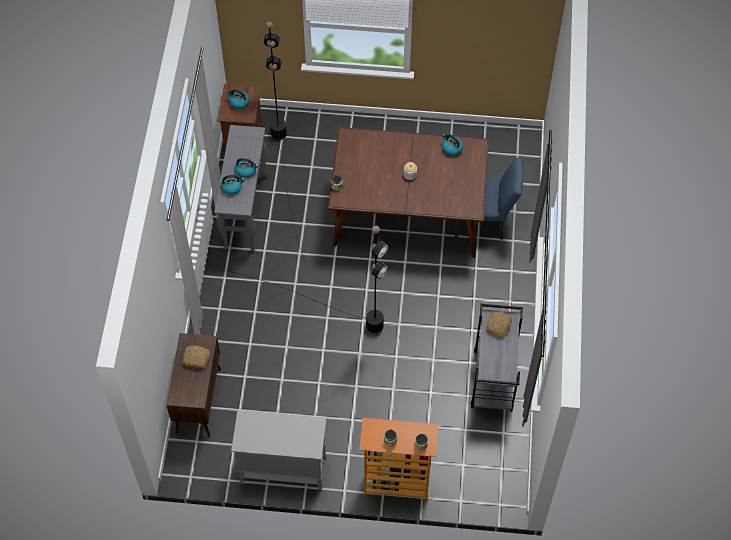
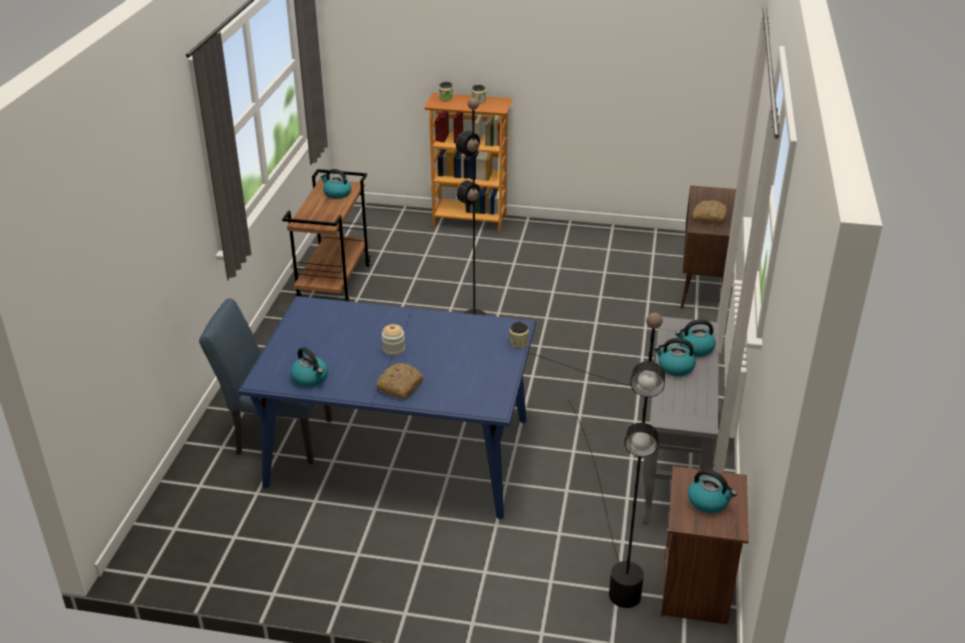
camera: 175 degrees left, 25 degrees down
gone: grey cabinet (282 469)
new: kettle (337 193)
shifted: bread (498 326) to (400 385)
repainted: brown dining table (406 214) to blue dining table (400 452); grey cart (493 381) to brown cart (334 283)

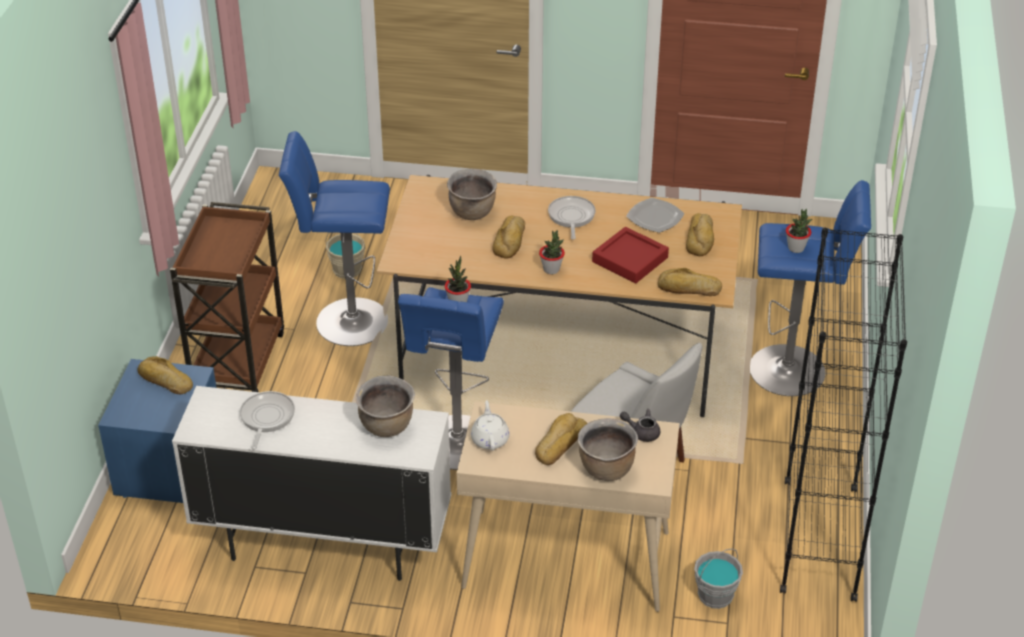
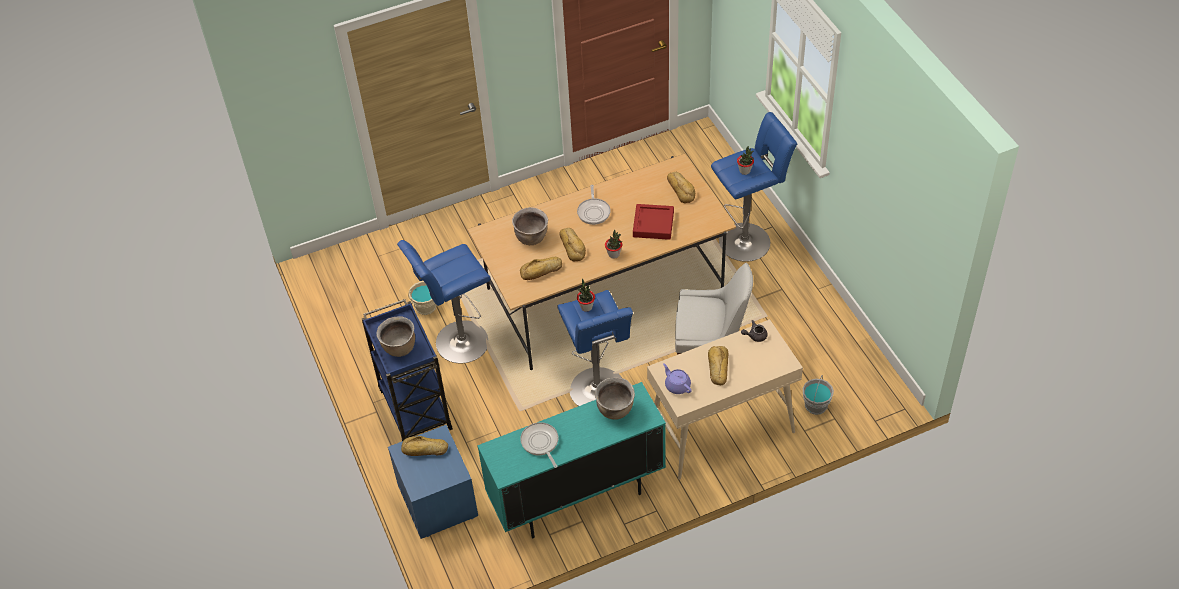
camera: 30 degrees left, 10 degrees up
gone: plate (654 217); black bookcase (819 538)
shifted: brown cooking pot (606 469) to (399 348); bread (689 289) to (541 271)
repainted: brown cart (238 361) to blue cart (414 407); white cabinet (323 544) to turquoise cabinet (577 498); white teapot (490 439) to purple teapot (677 385)
rotated: frying pan (571 217) = (594 211) 150 degrees counterclockwise

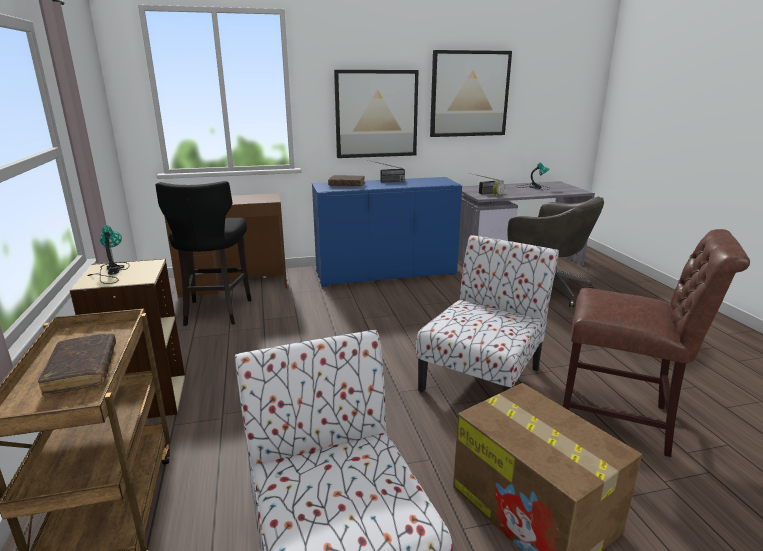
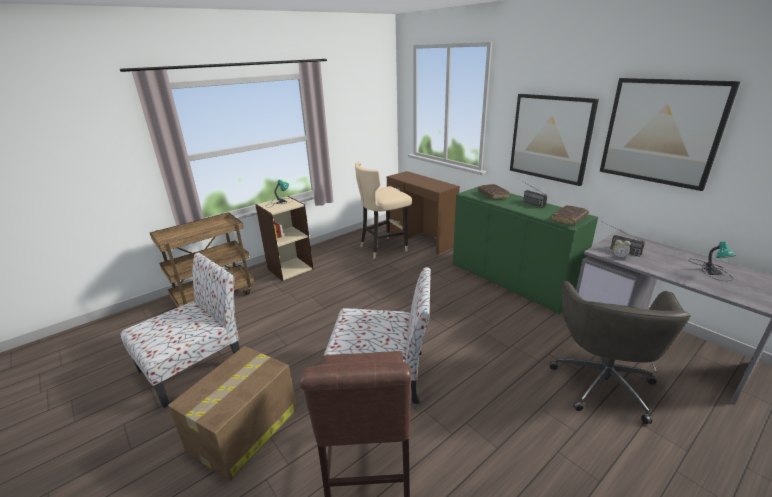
camera: 65 degrees right, 5 degrees up
shifted: brown book (82 370) to (569 219)
repainted: black stool (216 311) to beige stool (383 248); blue cabinet (385 273) to green cabinet (511 280)

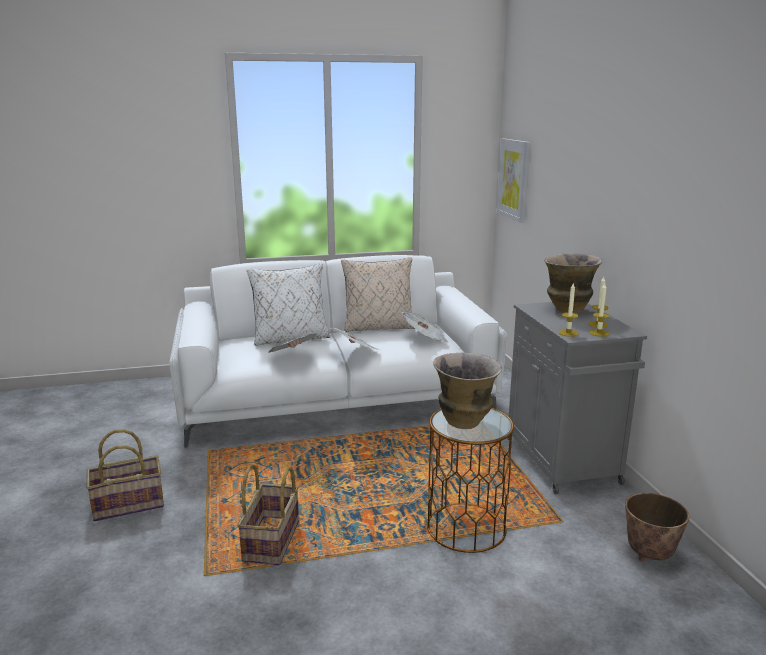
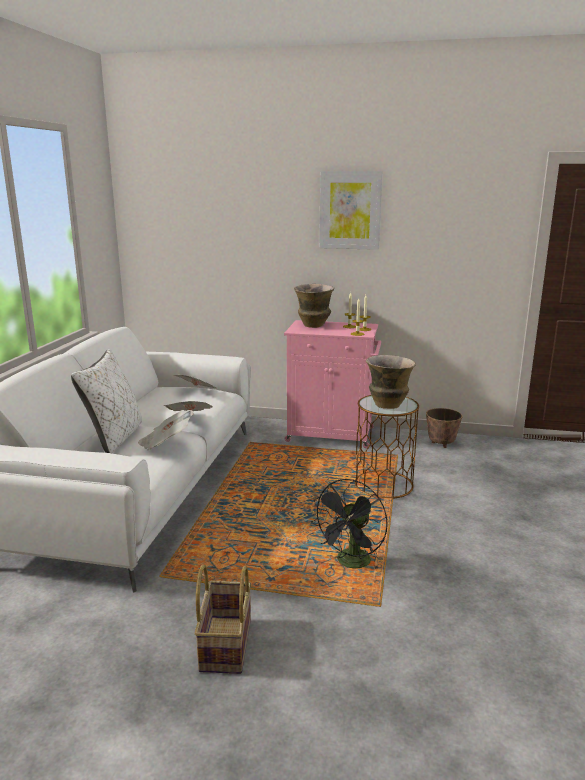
camera: 65 degrees left, 0 degrees up
gone: beige pillow (379 327)
shifted: picture (514 179) to (350 210)
swapped: basket (272 541) to black fan (351 564)
repainted: grey cabinet (562 462) to pink cabinet (332 435)

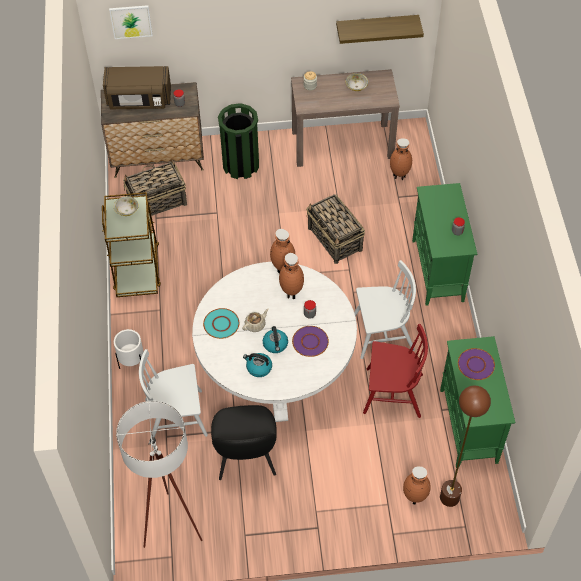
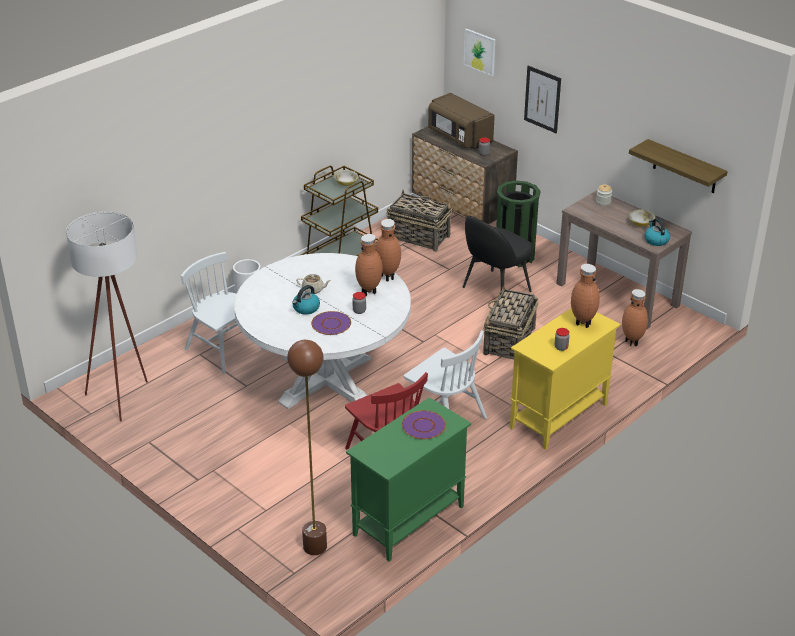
camera: 50 degrees right, 20 degrees down
gone: turquoise plate (221 324)
new: picture (542 99)
shifted: black chair (246 458) to (495 290); kettle (258 368) to (656 240); brown vase (414 499) to (582 323)
repainted: green cabinet (438 271) to yellow cabinet (558 417)

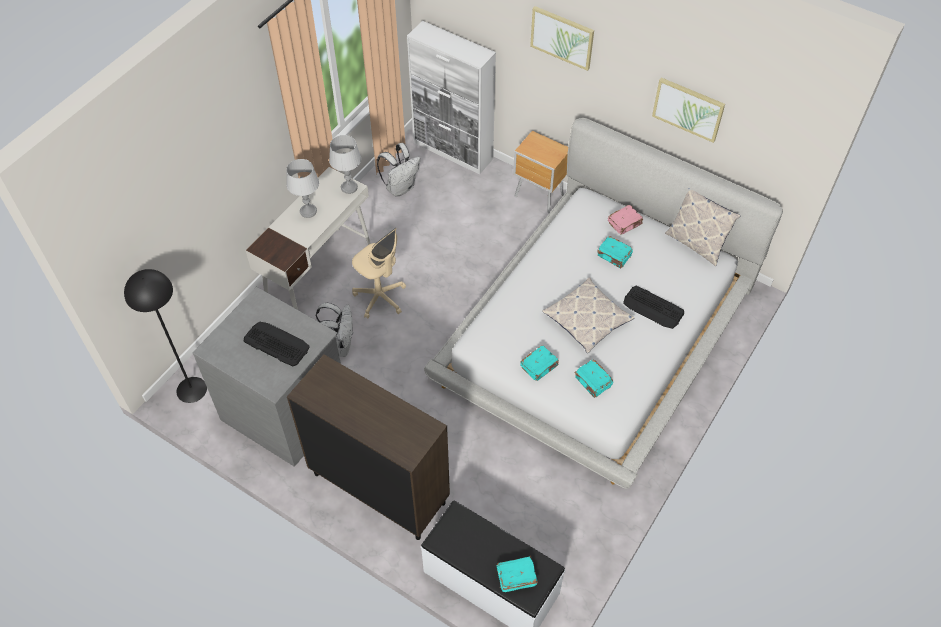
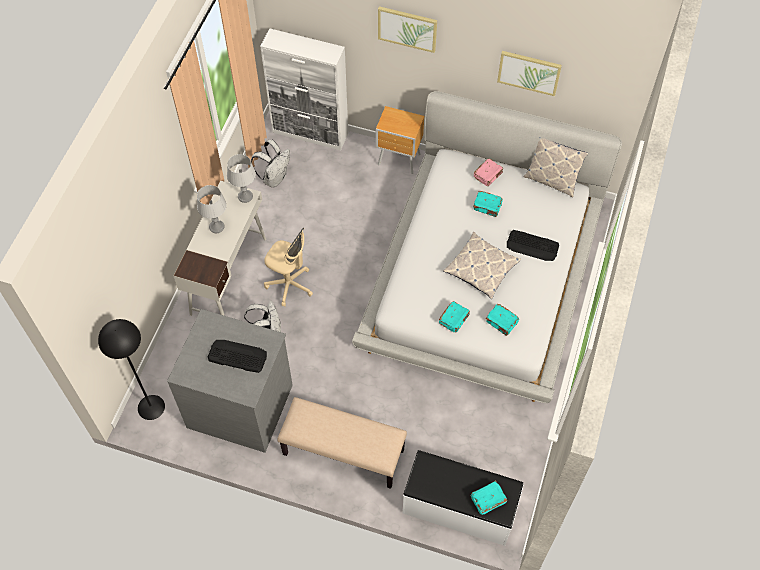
camera: 15 degrees left, 5 degrees up
swapped: brown cabinet (378 488) to beige bench (342 453)

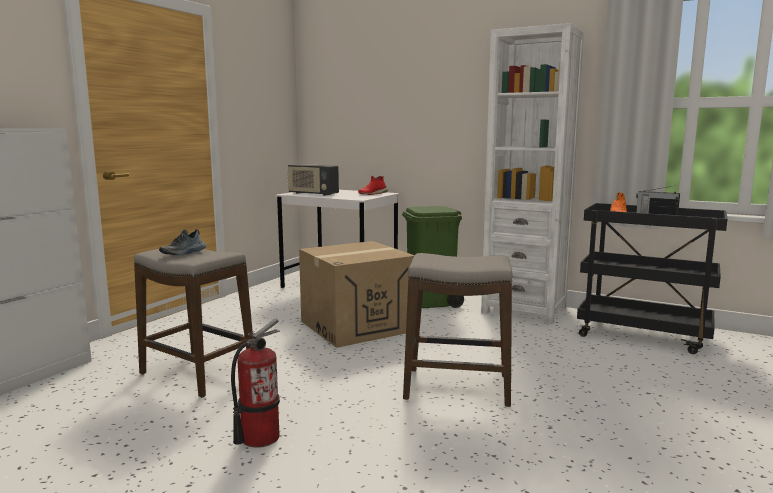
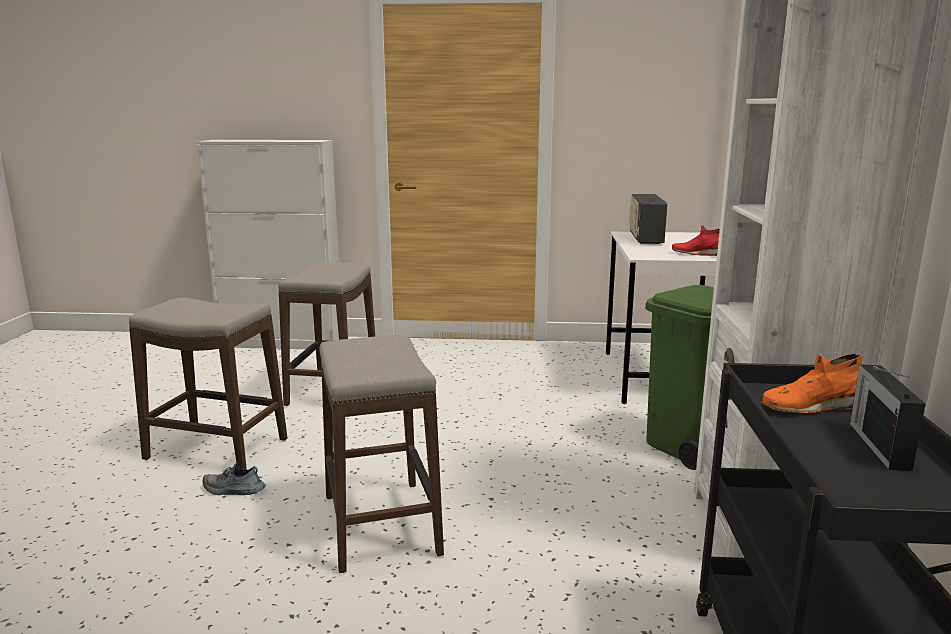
camera: 65 degrees right, 5 degrees up
gone: cardboard box (356 326)
shifted: shoe (184 253) to (233 490)
swapped: fire extinguisher (259 438) to stool (217 449)

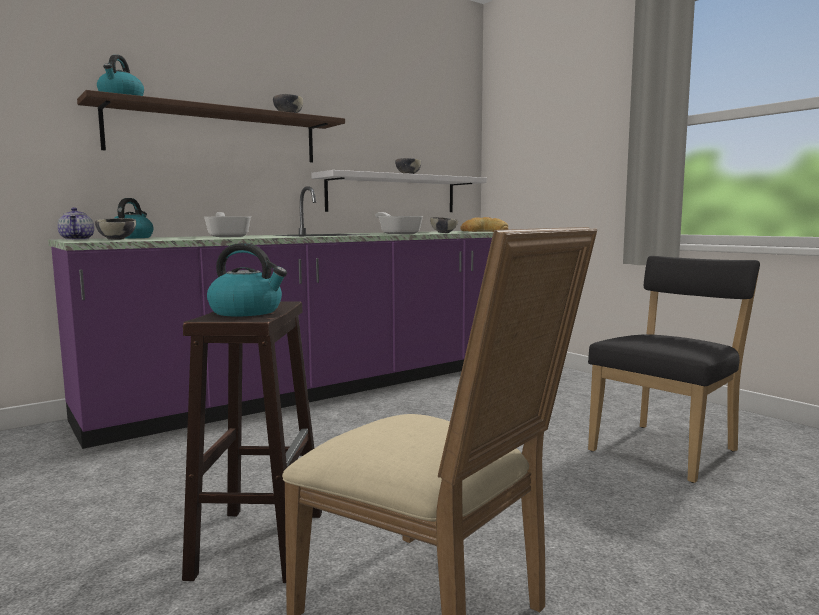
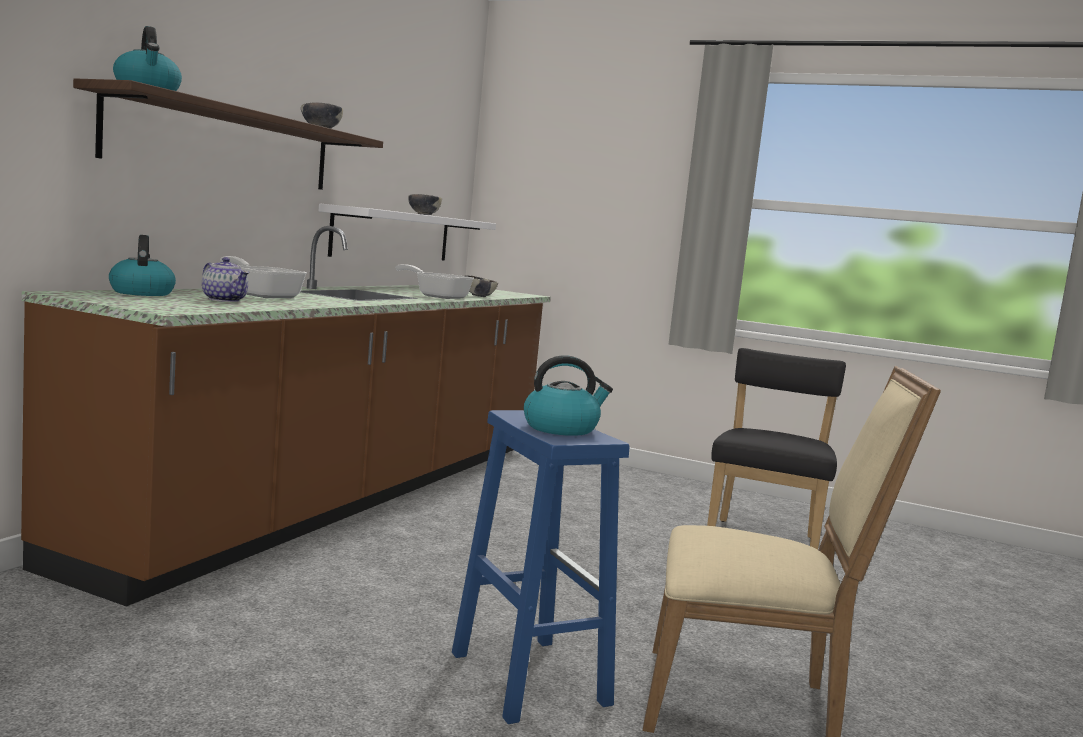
camera: 30 degrees left, 0 degrees up
gone: bowl (117 239); bread (484 231)
shifted: teapot (77 239) to (225 300)
repainted: purple counter (331 387) to brown counter (348 495); brown stool (259 542) to blue stool (527 677)

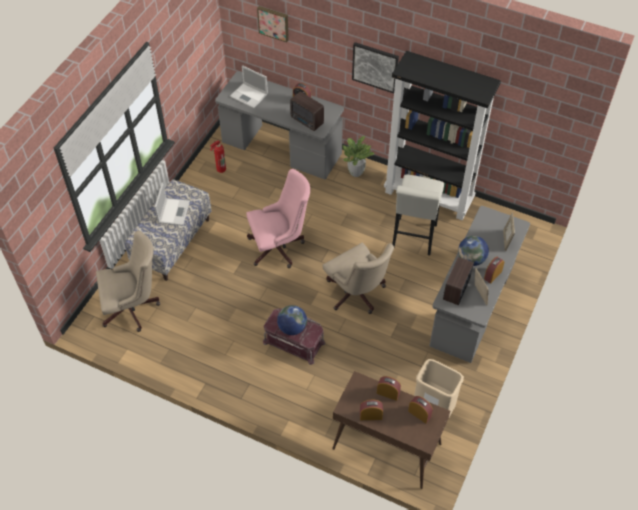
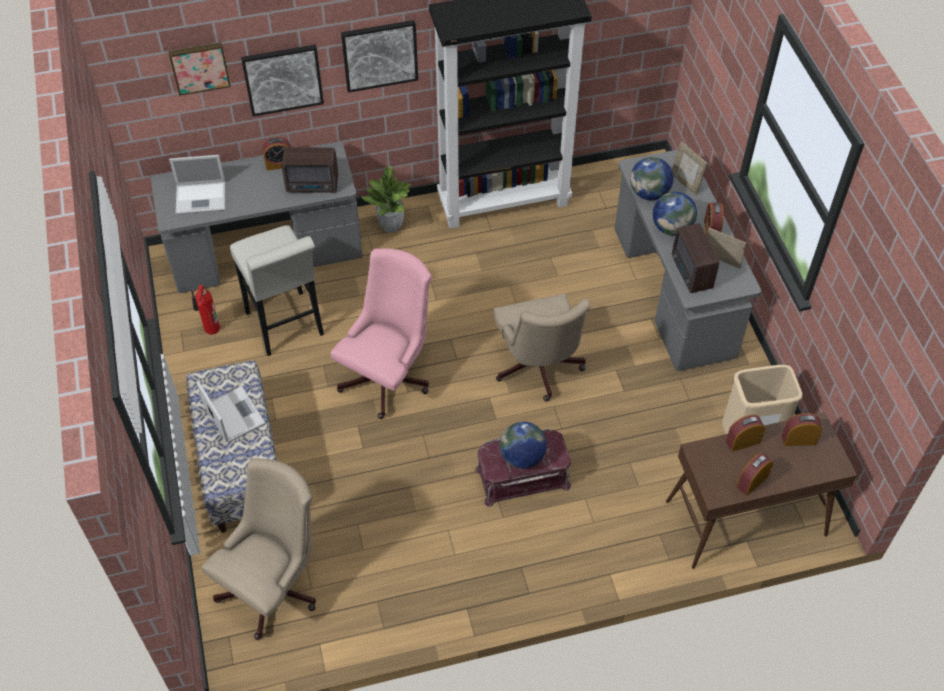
camera: 40 degrees left, 0 degrees up
new: picture (283 79); globe (649 193)
shifted: white stool (413 239) to (287 328)
rotated: beige office chair (357 295) = (538 369) 60 degrees clockwise

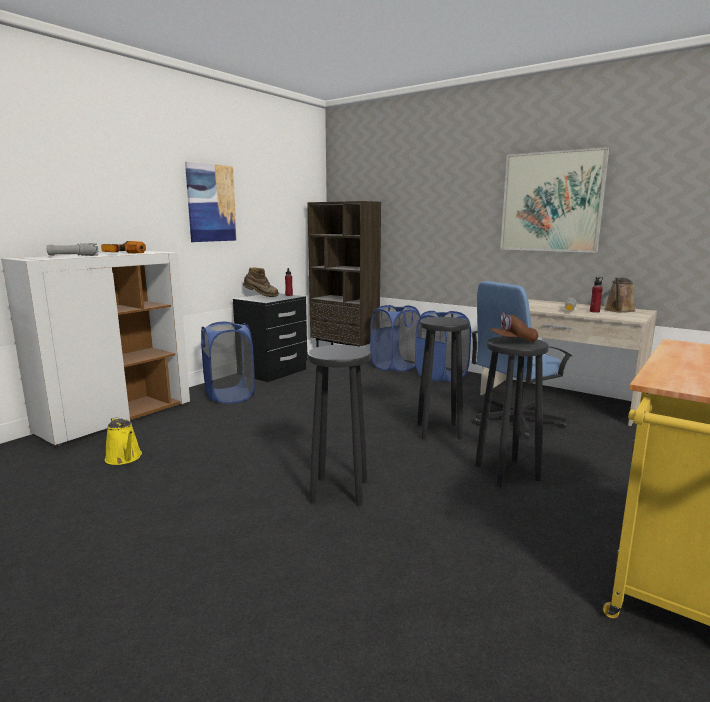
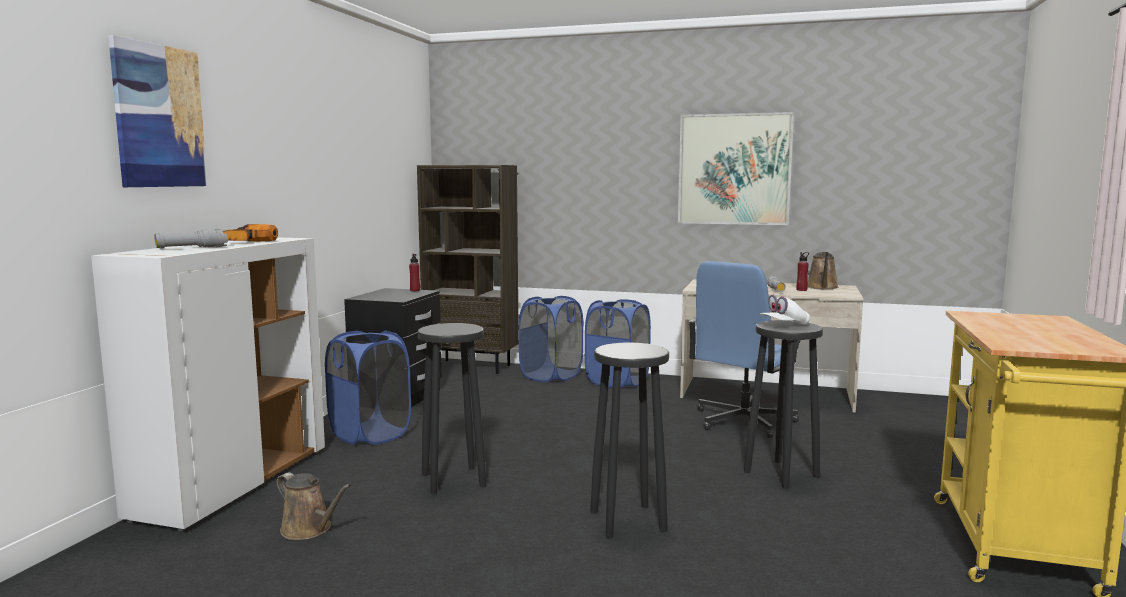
camera: 20 degrees left, 5 degrees down
gone: brown boot (261 296)
shifted: picture (211 203) to (159 116); black stool (440 431) to (454 480)
repainted: yellow watering can (124 458) to brown watering can (309 530); brown cap (512 341) to white cap (784 325)

